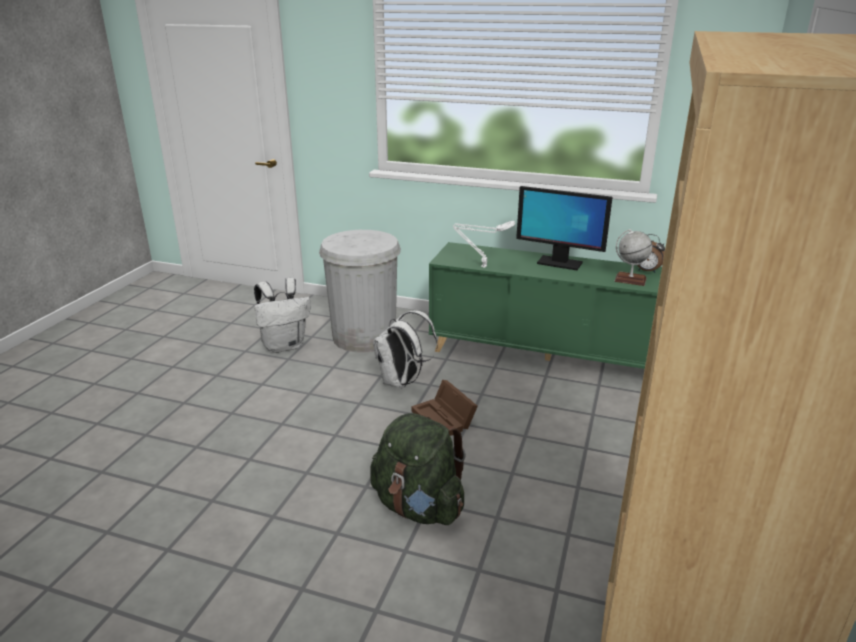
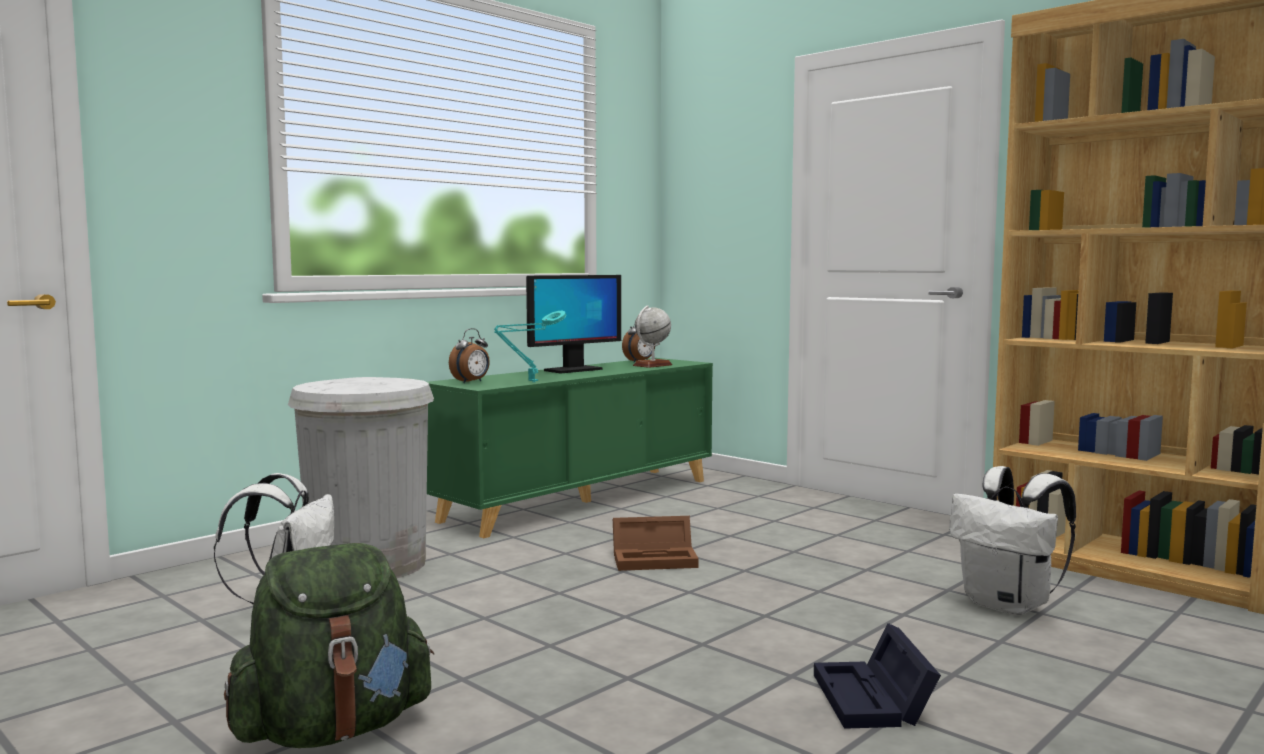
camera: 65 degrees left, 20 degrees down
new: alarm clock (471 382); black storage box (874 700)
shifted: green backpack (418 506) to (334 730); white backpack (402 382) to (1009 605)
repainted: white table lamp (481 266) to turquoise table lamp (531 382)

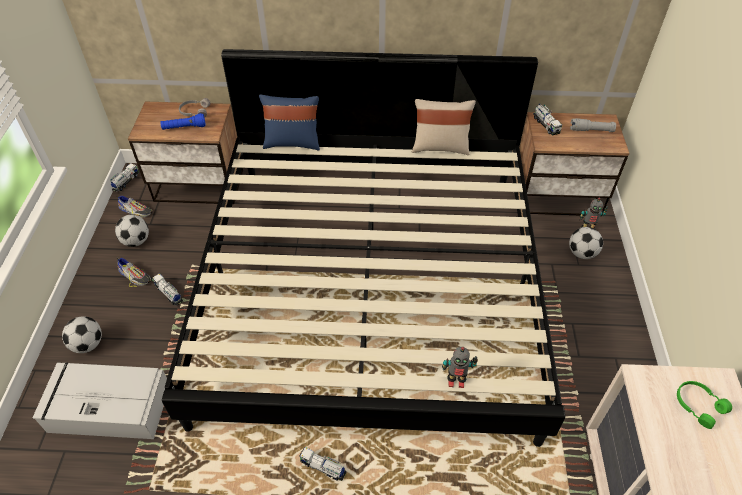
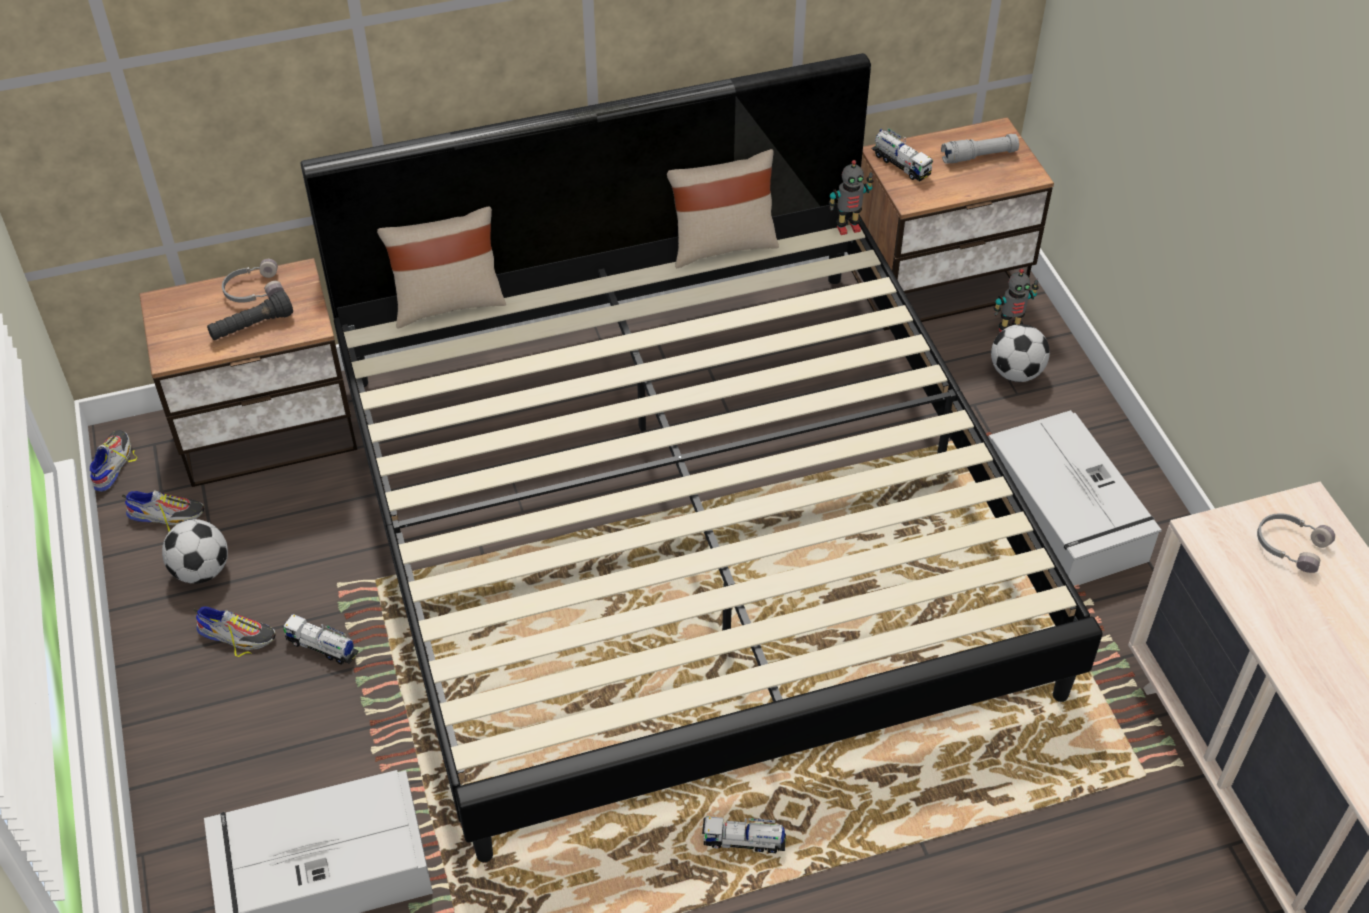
camera: 20 degrees left, 0 degrees up
gone: football (88 344)
new: grey storage box (1065 515)
shifted: toy robot (456 381) to (847 227)
swapped: toy truck (126 182) to shoe (112 464)
repainted: blue flashlight (184 128) to black flashlight (252 326); blue pillow (292 142) to beige pillow (447 303); green headphones (698 405) to grey headphones (1290 545)

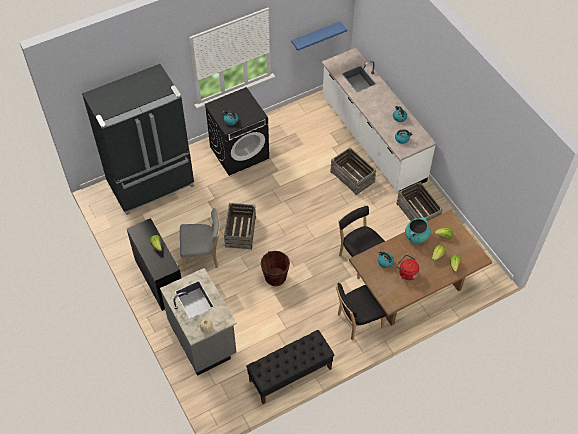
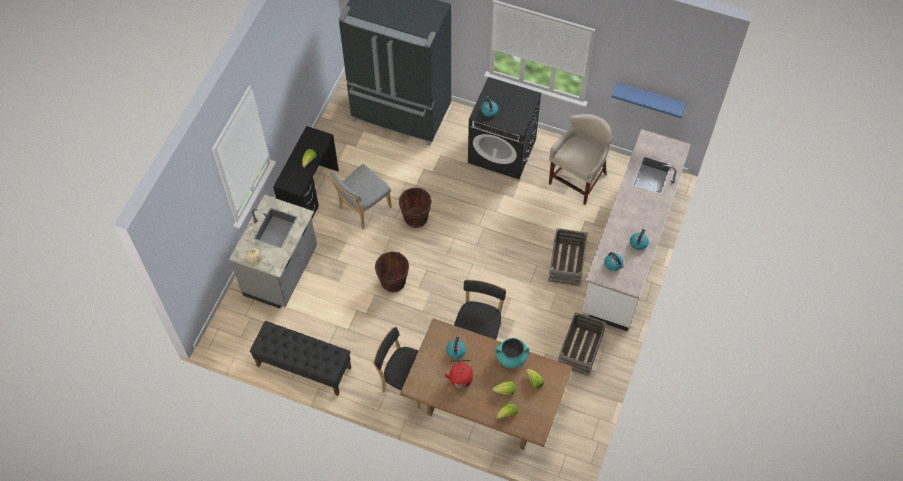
camera: 50 degrees right, 5 degrees up
new: beige stool (578 180)
swapped: crate (240 231) to brown bucket (416 217)
rotated: grey chair (202 256) = (363 209) 90 degrees clockwise

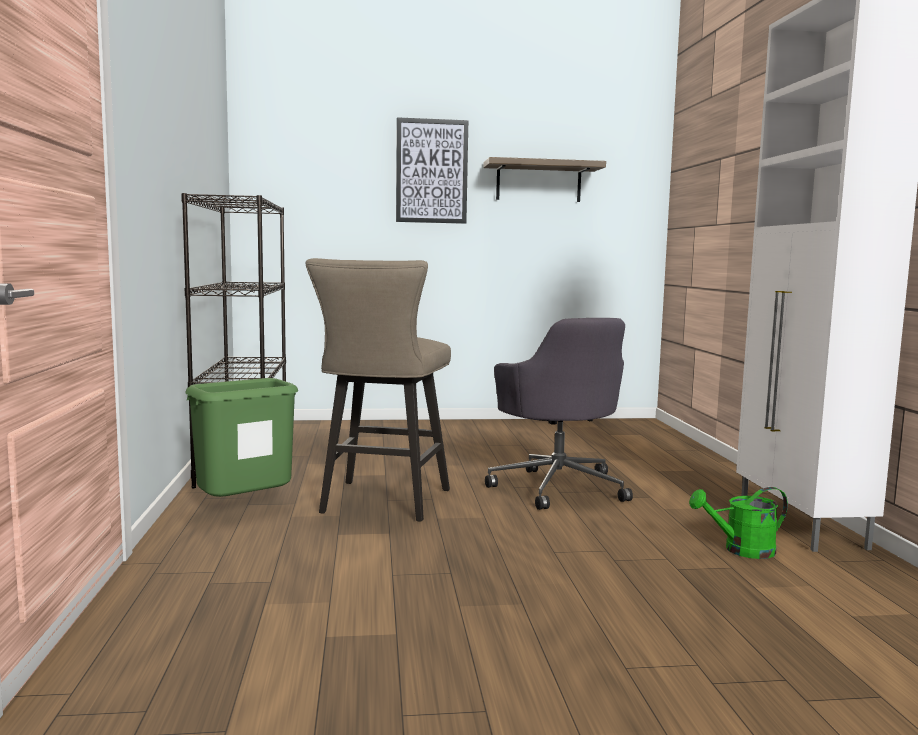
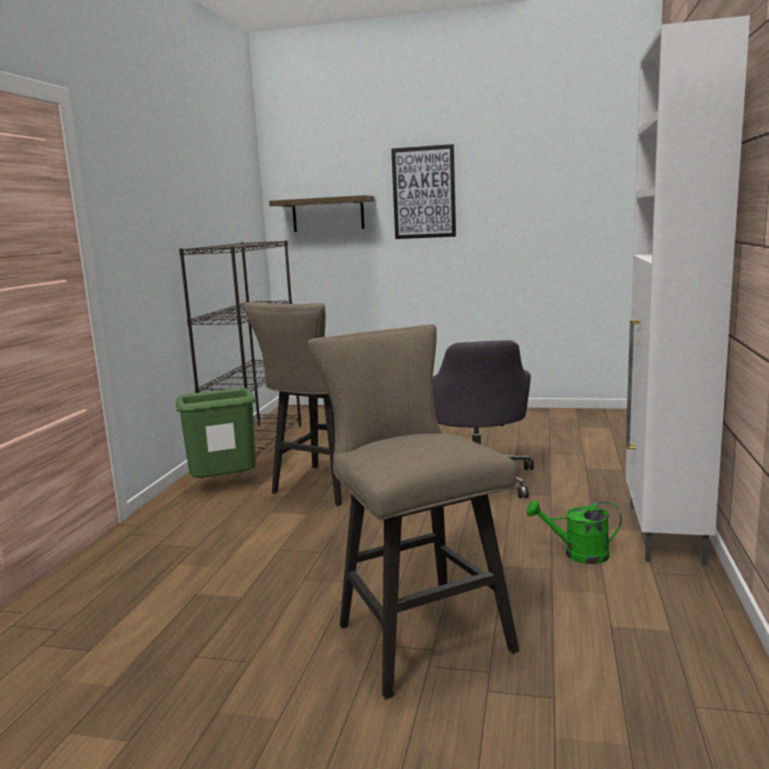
camera: 20 degrees right, 5 degrees up
new: beige stool (416 633)
shifted: shelf (538 182) to (328 214)

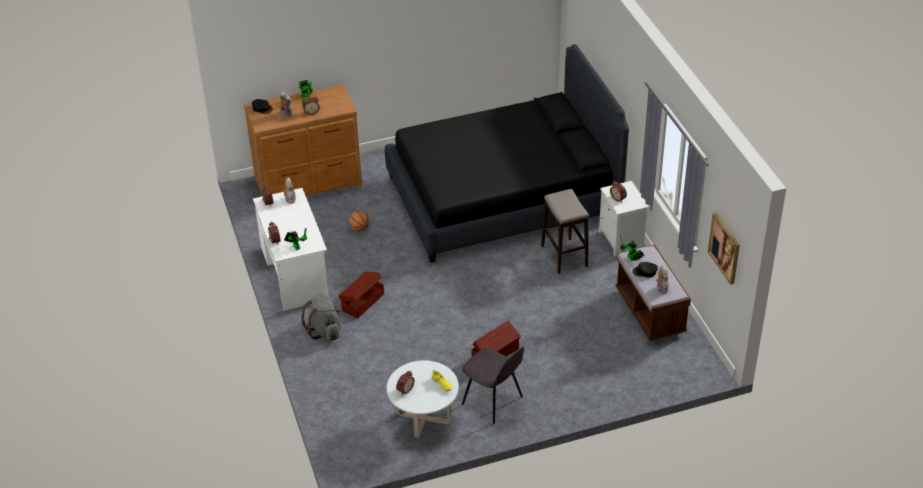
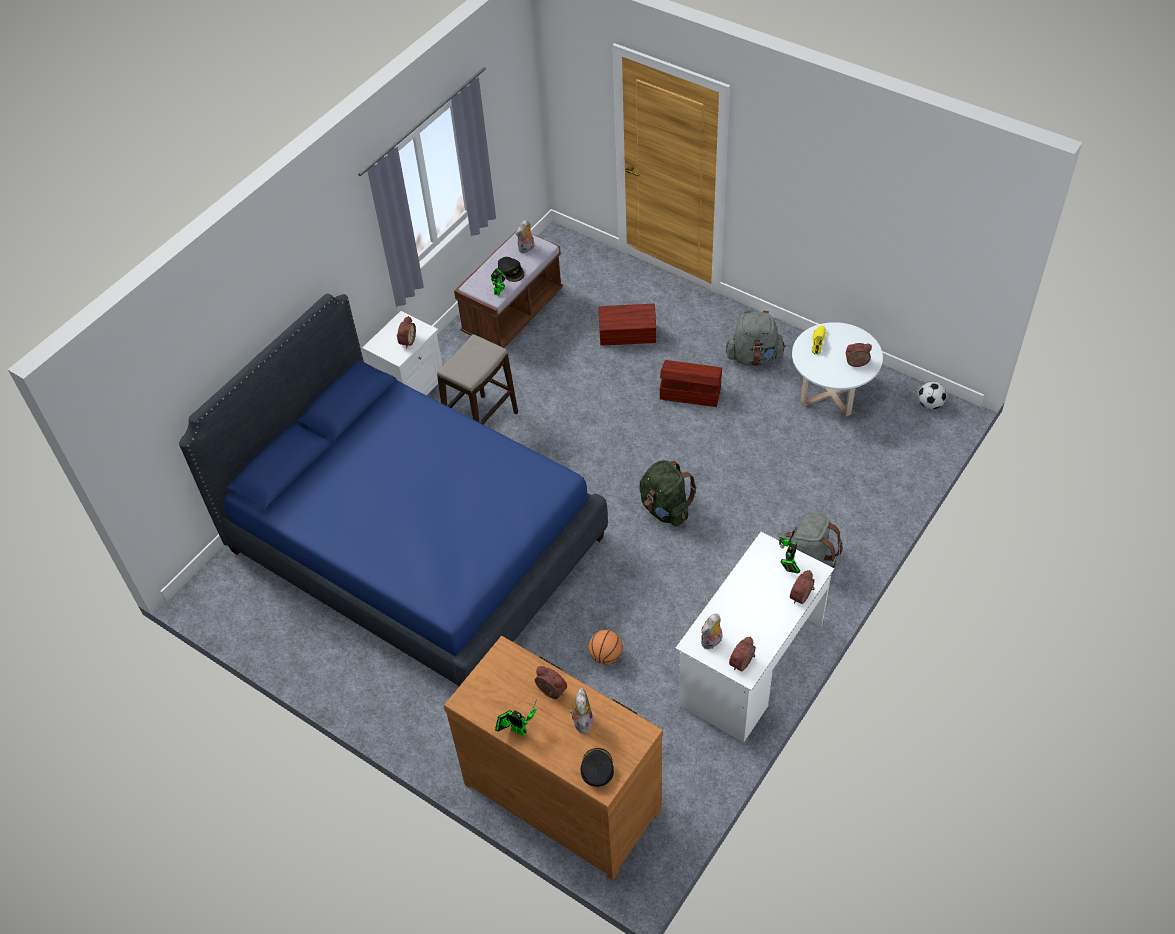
camera: 125 degrees left, 10 degrees up
gone: picture (725 248)
new: green backpack (665 509); football (930 404)
shifted: brown storage box (362 302) to (628 335)
swapped: grey chair (493 401) to grey backpack (754 357)
repainted: black bed (503 197) to blue bed (415 543)

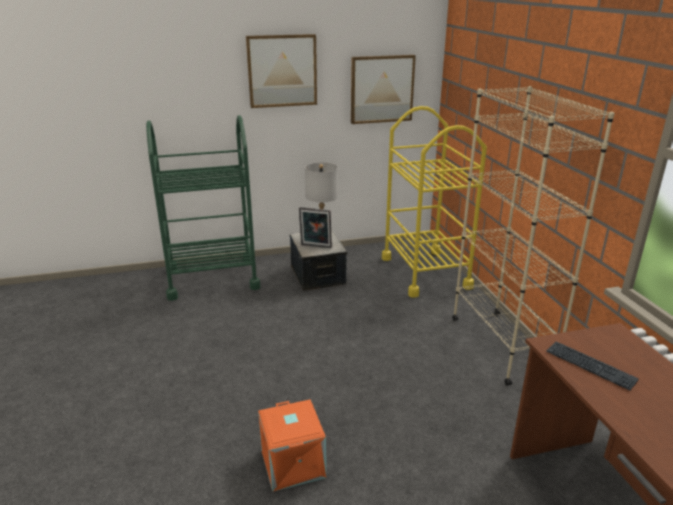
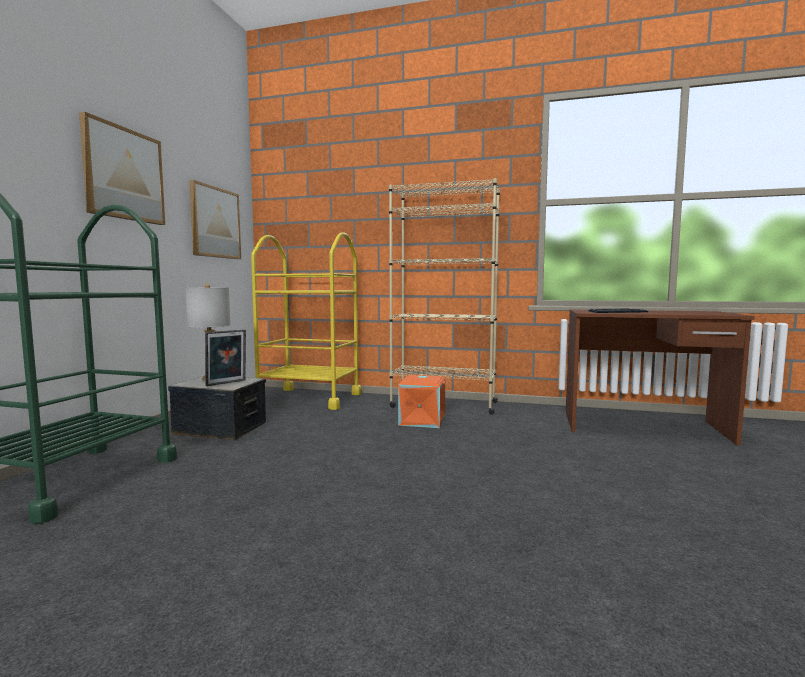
camera: 60 degrees left, 20 degrees down
shifted: orange storage box (294 464) to (422 420)

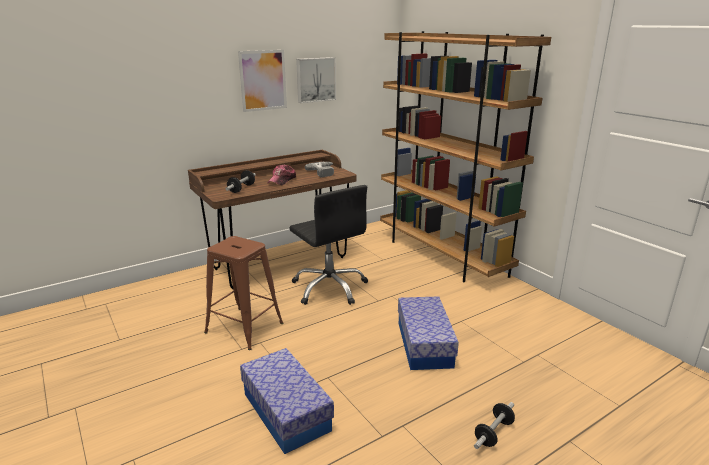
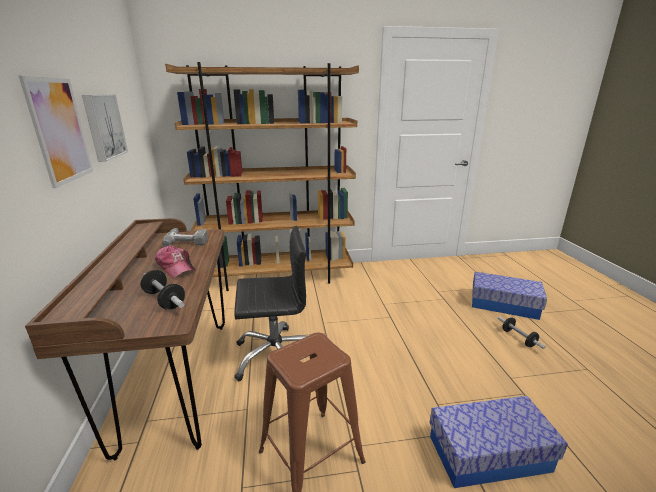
camera: 65 degrees left, 0 degrees up
shifted: storage box (424 344) to (504 305)

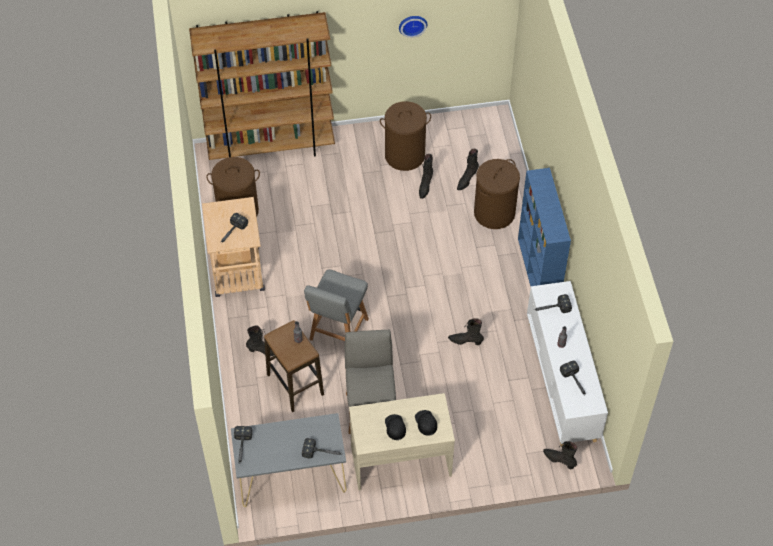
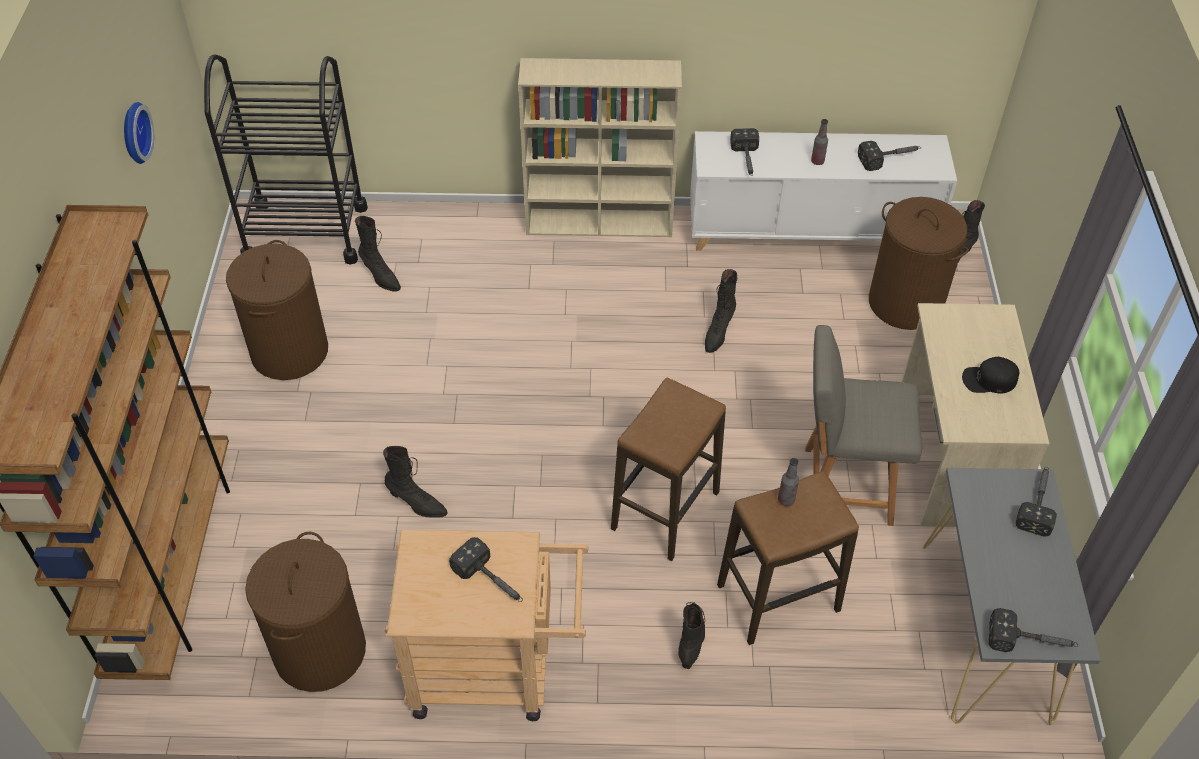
camera: 80 degrees left, 5 degrees down
gone: black cap (426 422)
new: black cart (306 232)
shifted: black boot (425 186) to (416 504); brown laundry basket (494 213) to (905 303)
swapped: grey chair (338 331) to stool (665 511)
repainted: blue bookcase (538 272) to beige bookcase (601 222)

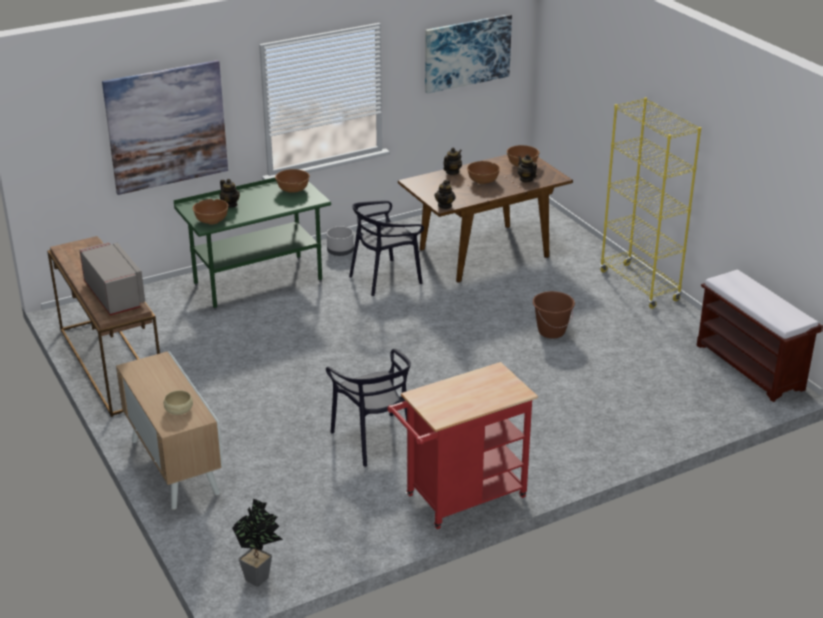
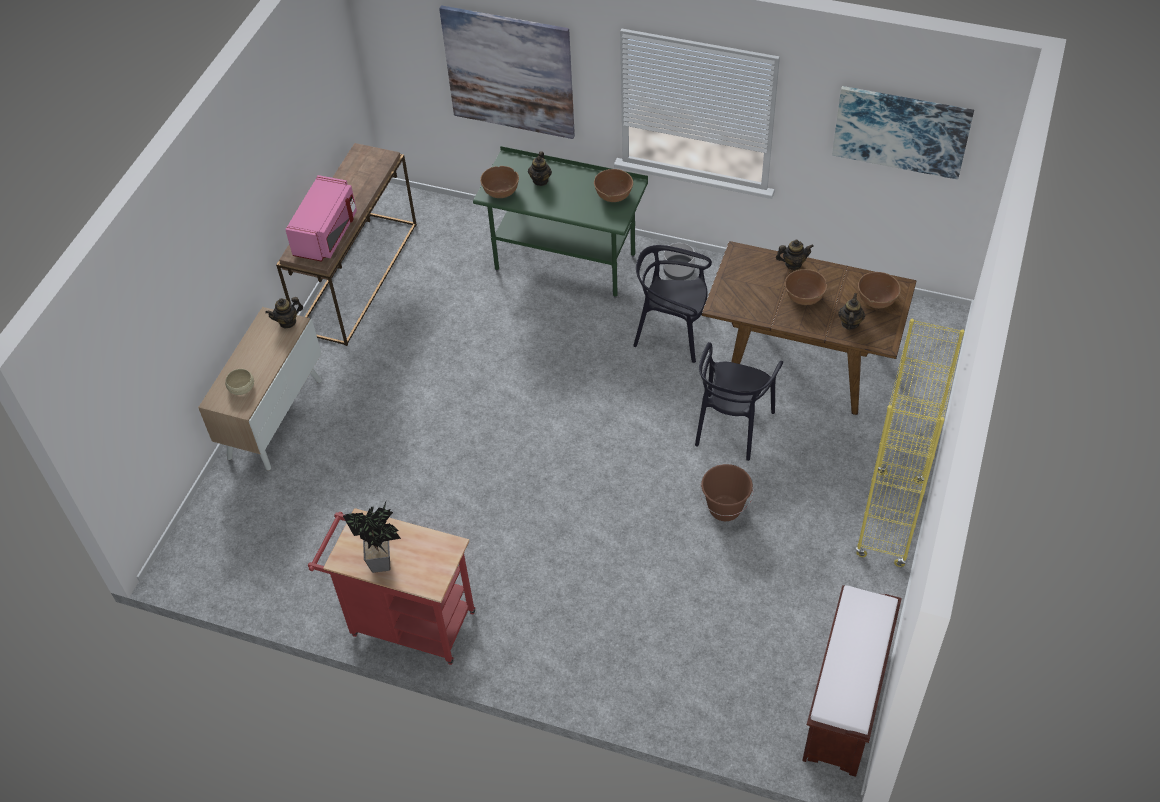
camera: 50 degrees right, 20 degrees up
shifted: potted plant (261 577) to (384 565); black chair (374 440) to (732 426); teapot (445 205) to (288 322)
repainted: grey microwave (115 295) to pink microwave (327 234)

